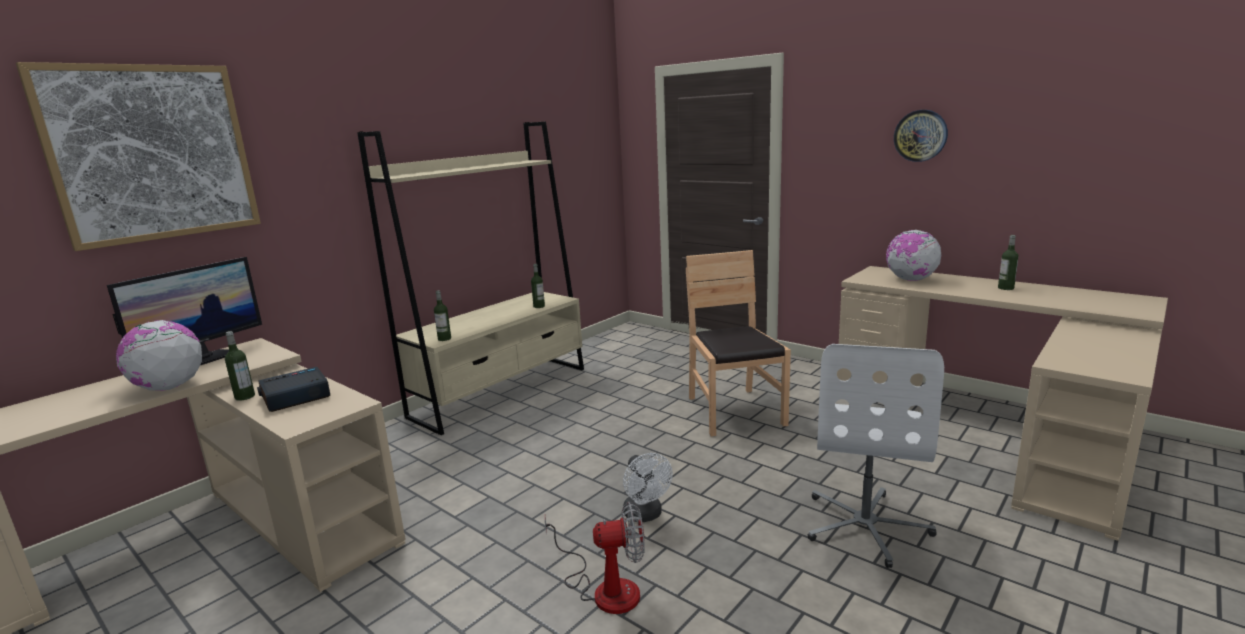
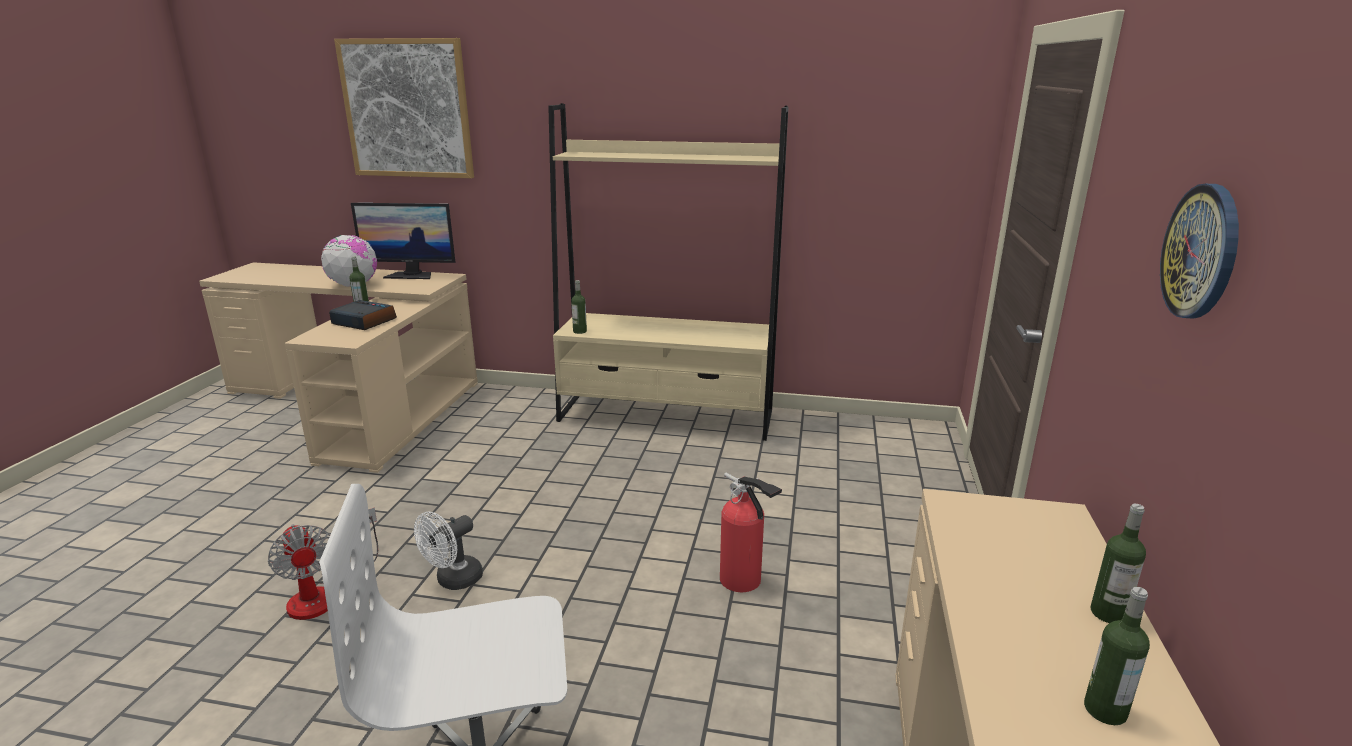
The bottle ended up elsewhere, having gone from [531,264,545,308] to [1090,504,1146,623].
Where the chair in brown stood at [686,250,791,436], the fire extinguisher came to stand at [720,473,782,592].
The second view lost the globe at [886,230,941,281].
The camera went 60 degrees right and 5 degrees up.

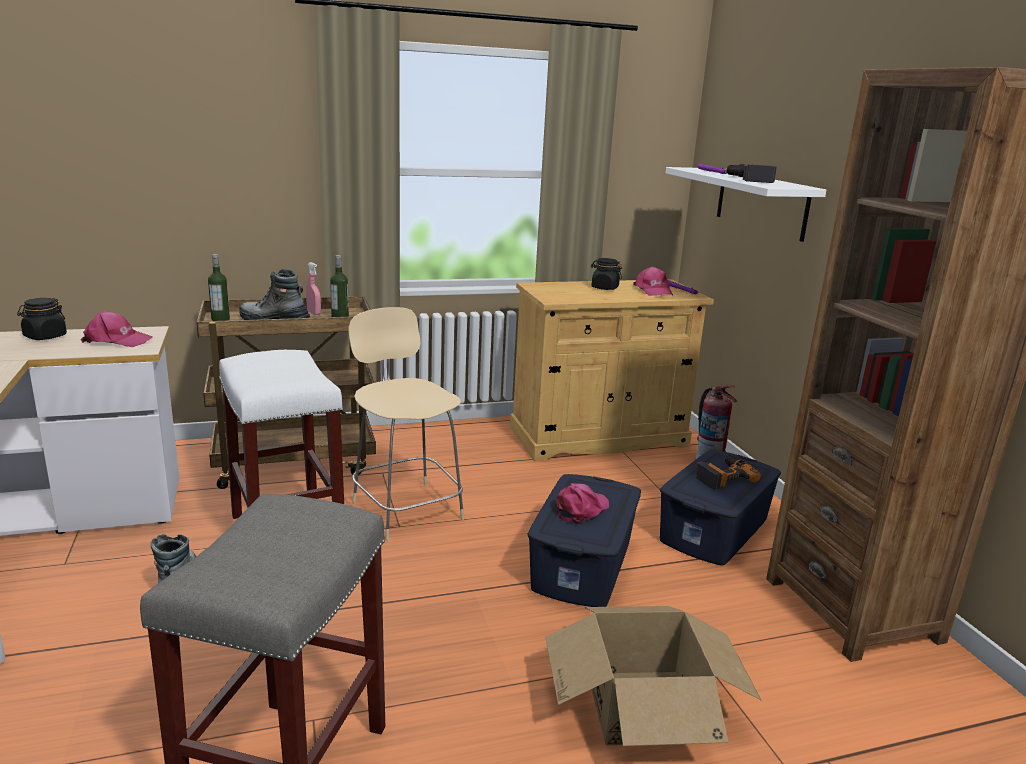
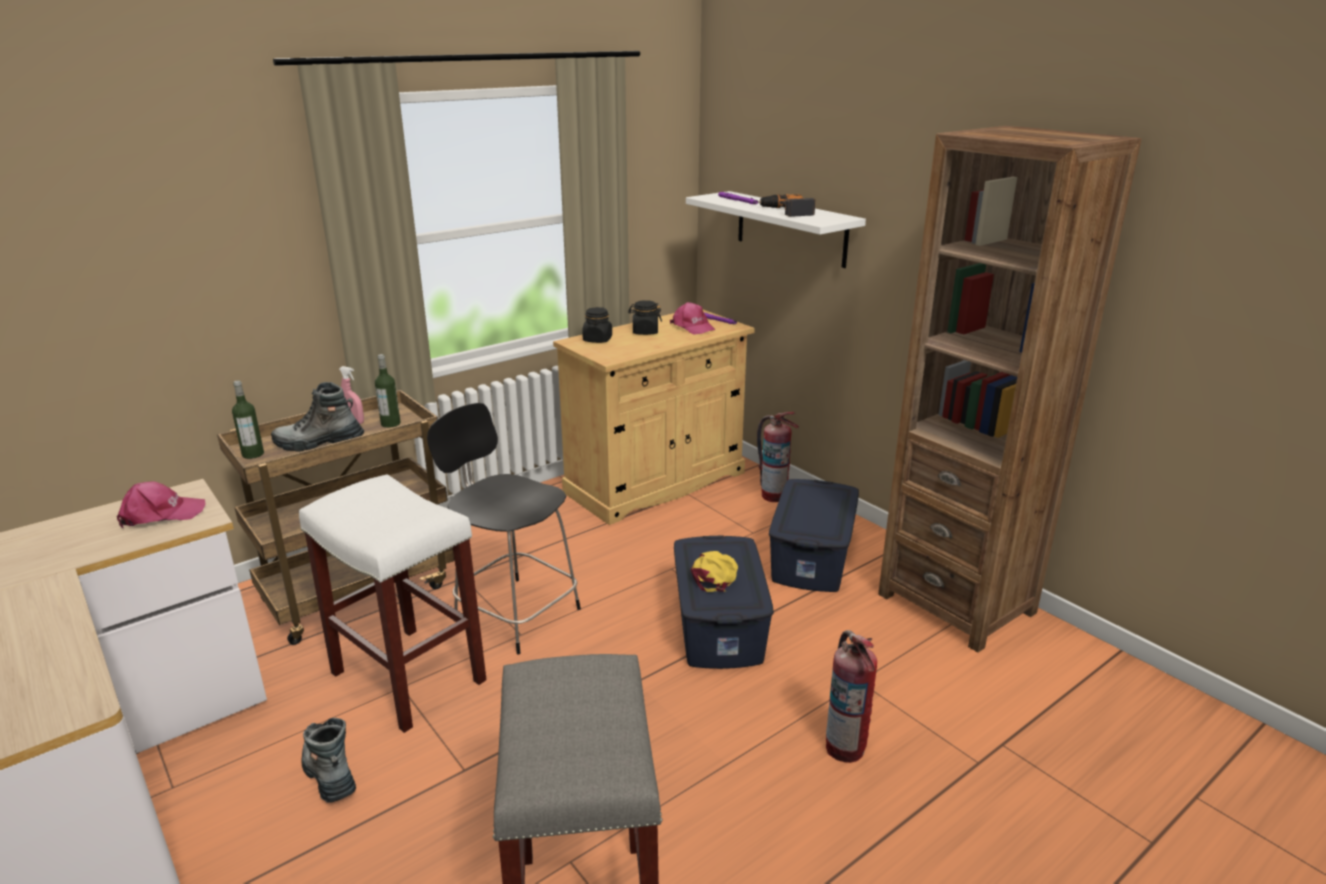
The jar in black ended up elsewhere, having gone from [17,298,67,340] to [582,307,612,343].
What was the stool in beige at [349,307,464,541] turned into the stool in black at [427,403,581,654].
Where the cardboard box stood at [545,606,761,746], the fire extinguisher came to stand at [826,630,877,763].
What was the cap in pink at [556,483,609,524] turned into the cap in yellow at [691,551,738,592].
The second view lost the power drill at [695,455,761,490].
The camera went 20 degrees left and 5 degrees up.

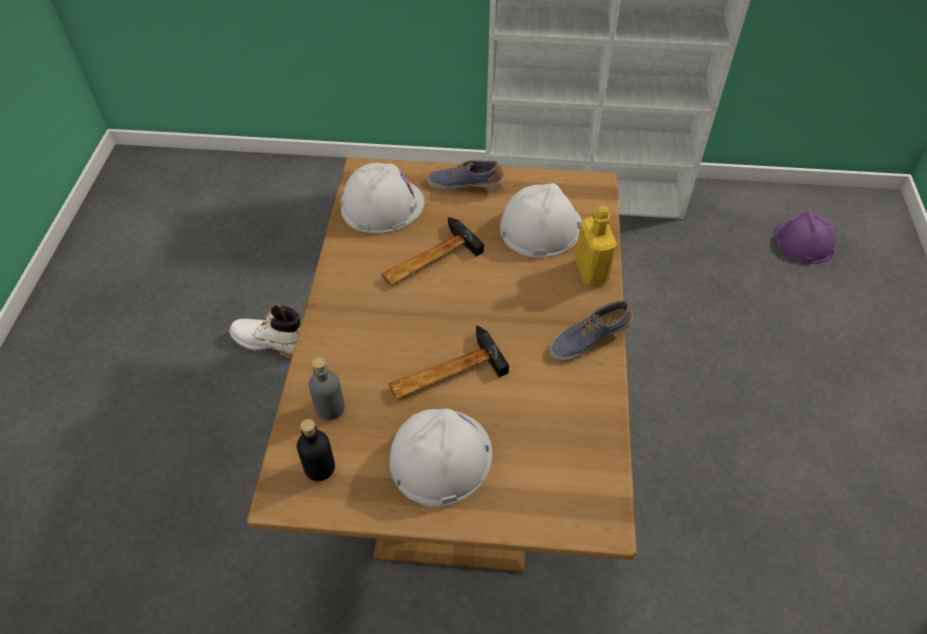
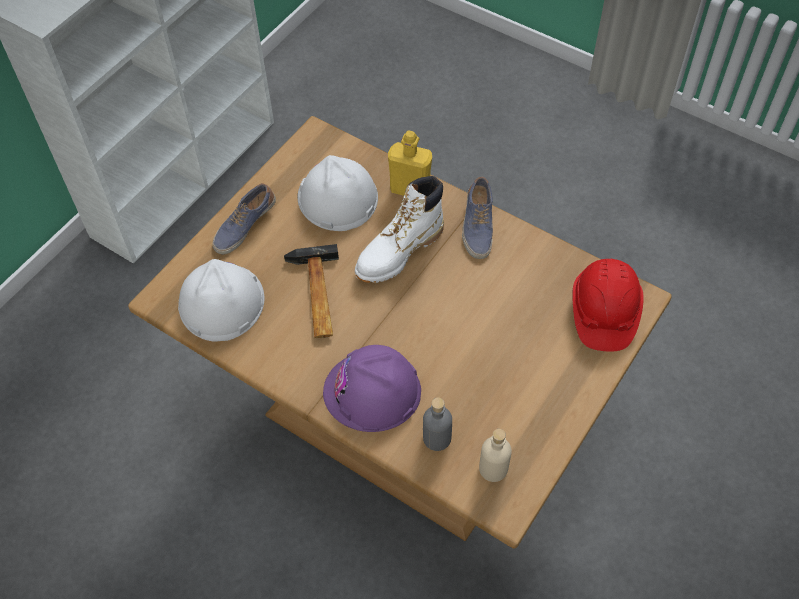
The boot in white ended up elsewhere, having gone from [229,305,301,358] to [355,176,444,283].
What was the bottle in black at [297,419,335,481] turned into the bottle in beige at [479,429,512,482].
The second view lost the hammer at [389,325,509,399].
The second view lost the hard hat in white at [390,408,492,507].
The hard hat in purple ended up elsewhere, having gone from [774,211,836,264] to [323,345,421,432].
The second view gained the hard hat in red at [572,259,644,352].
The camera went 60 degrees left and 5 degrees up.

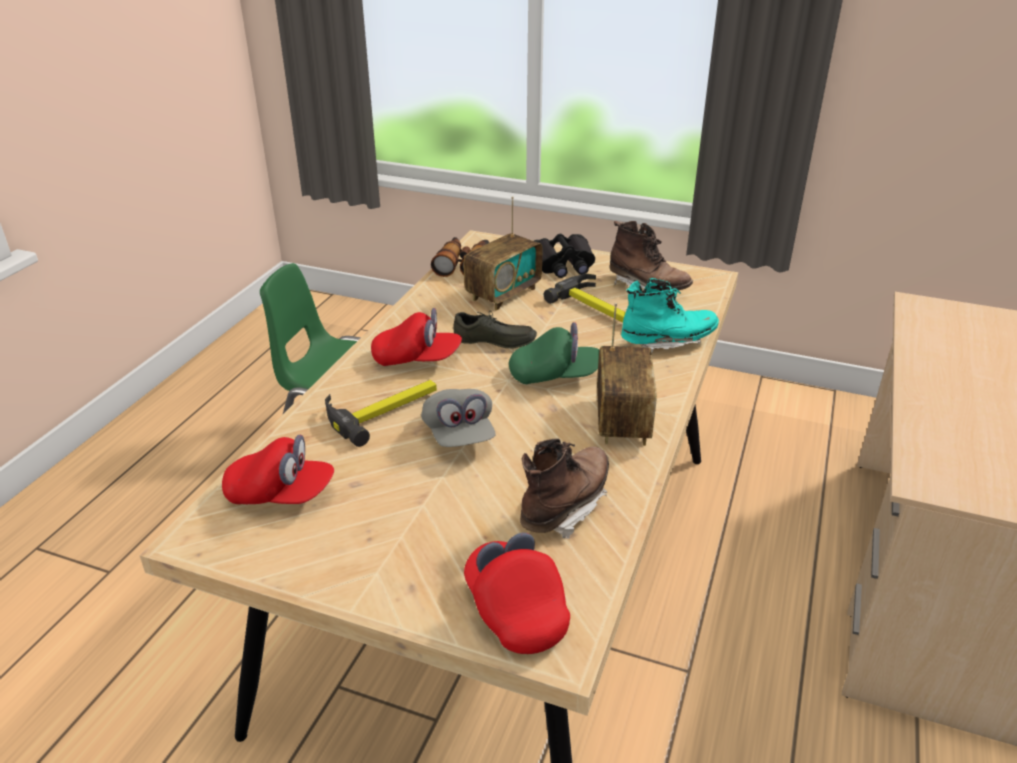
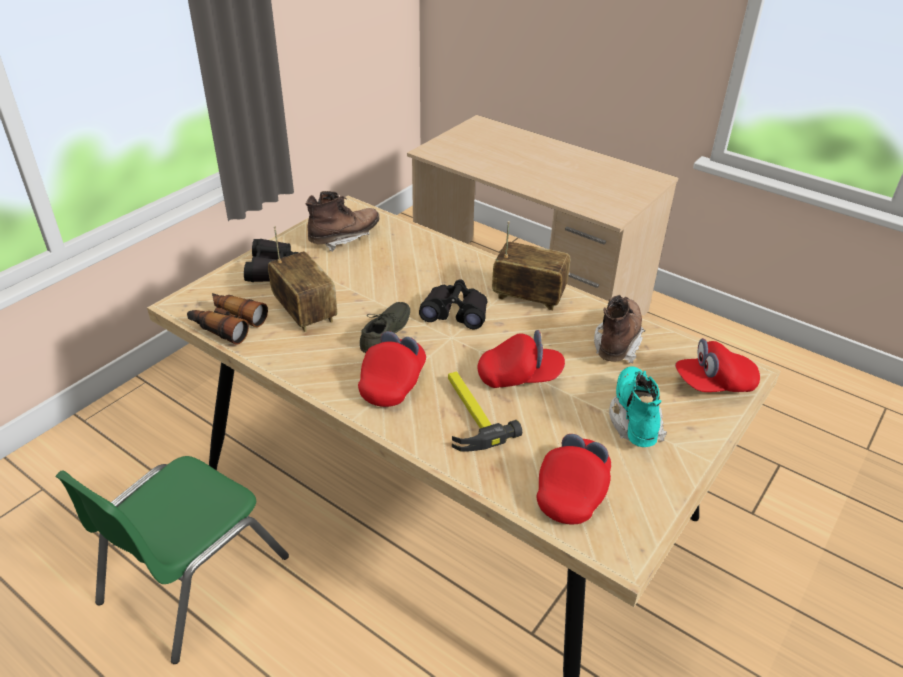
What was the cap in grey at [421,389,496,447] turned into the cap in red at [477,330,565,388].
Where the cap in green stood at [509,322,600,384], the binoculars in black came to stand at [419,279,487,329].
The boot in brown at [520,438,609,539] ended up facing another way, 60 degrees clockwise from before.
The second view lost the hammer at [544,274,626,323].
The boot in turquoise ended up elsewhere, having gone from [621,278,719,353] to [609,366,667,447].
The camera went 75 degrees left and 5 degrees up.

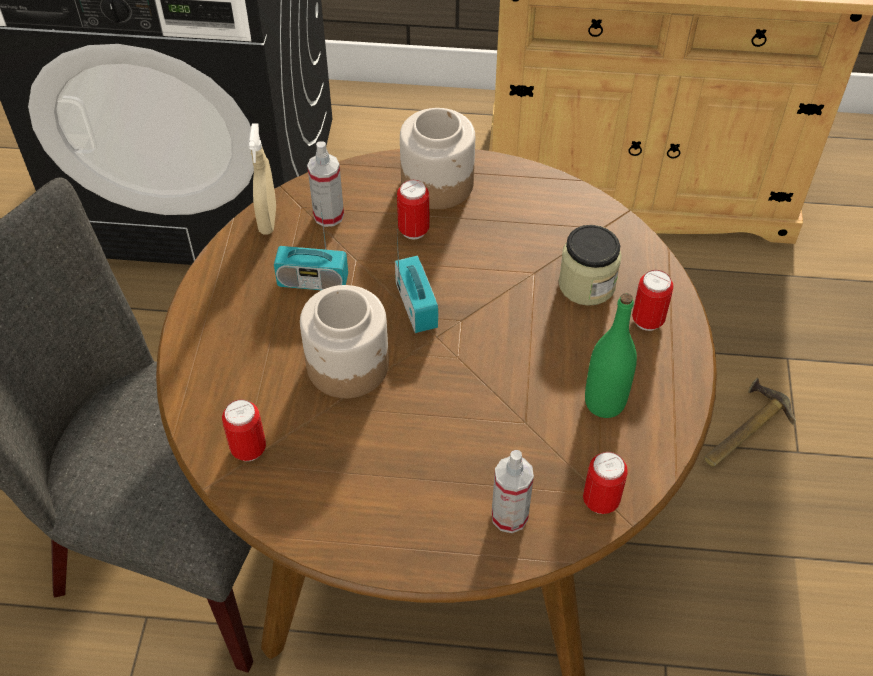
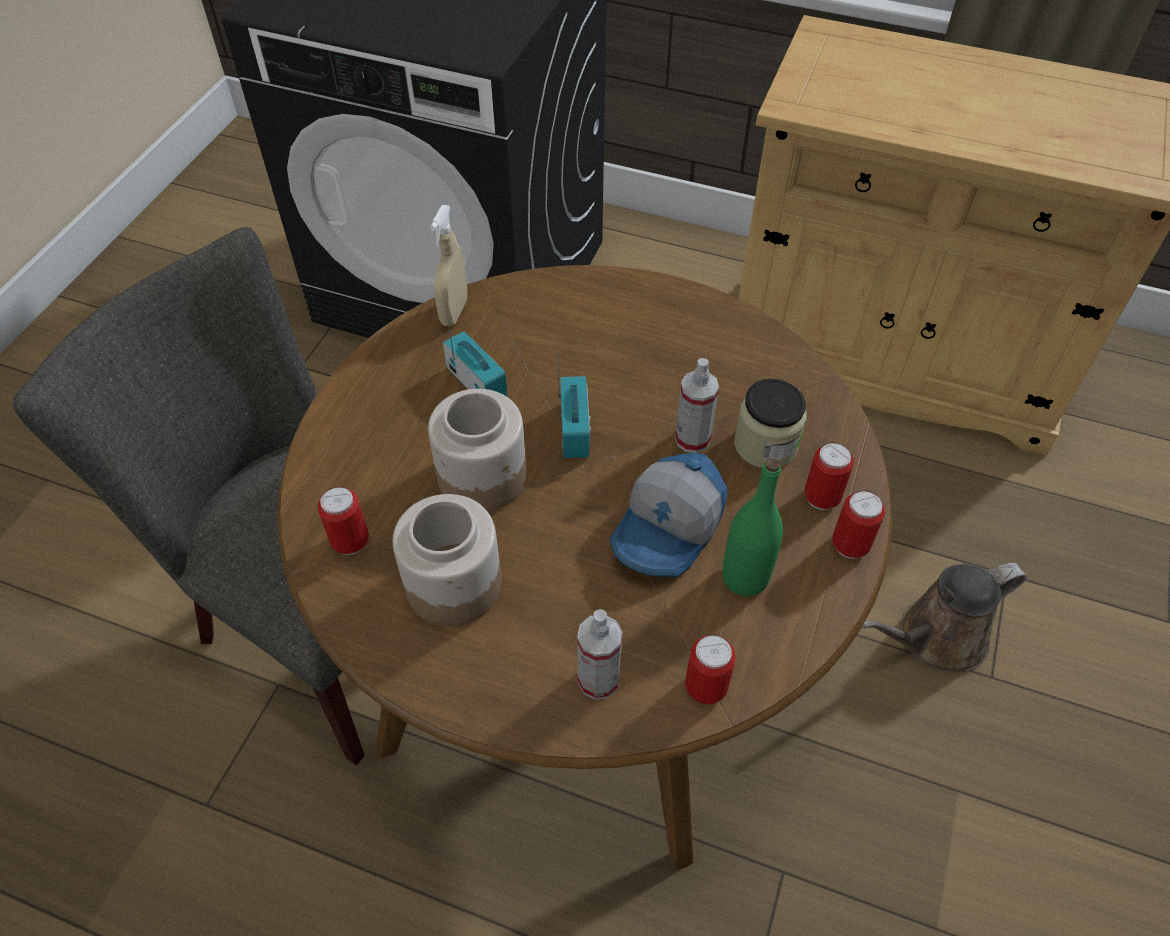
The radio at [274,202,348,290] ended up facing another way, 150 degrees counterclockwise from before.
The spray bottle ended up elsewhere, having gone from [307,141,344,227] to [675,358,719,453].
The can ended up elsewhere, having gone from [397,180,429,239] to [832,490,885,559].
The jar ended up elsewhere, having gone from [400,108,475,209] to [393,494,502,626].
Where the hammer stood at [704,378,796,467], the watering can in brown came to stand at [862,563,1027,673].
The second view gained the cap at [609,453,727,577].
The camera went 15 degrees right and 0 degrees up.

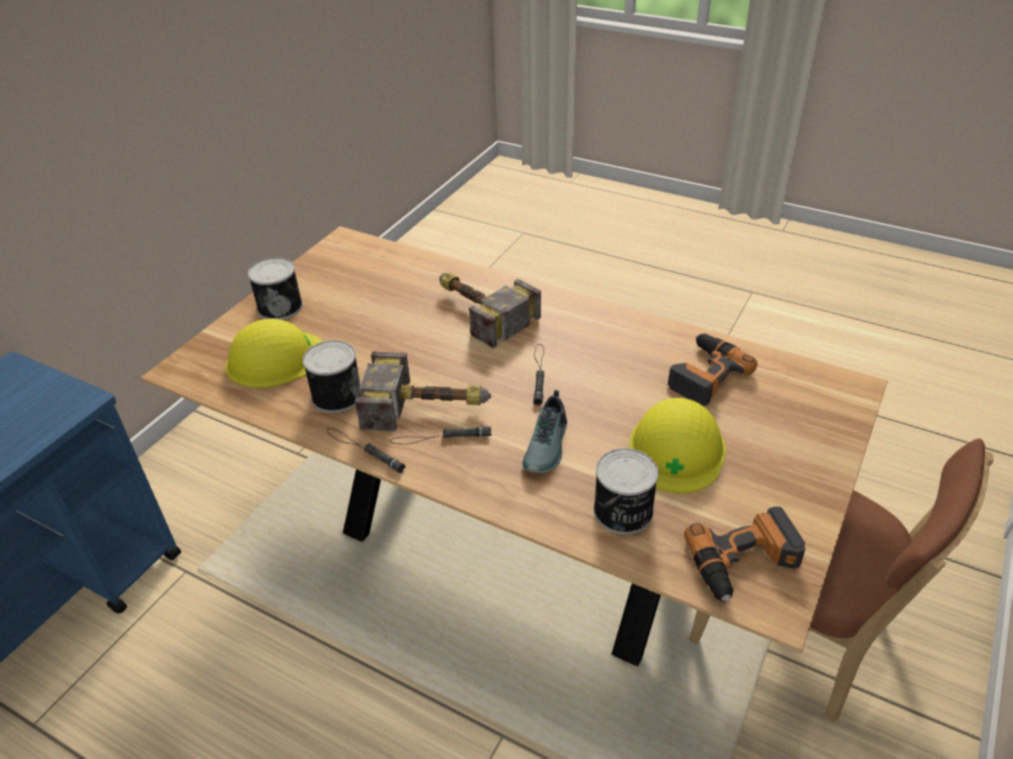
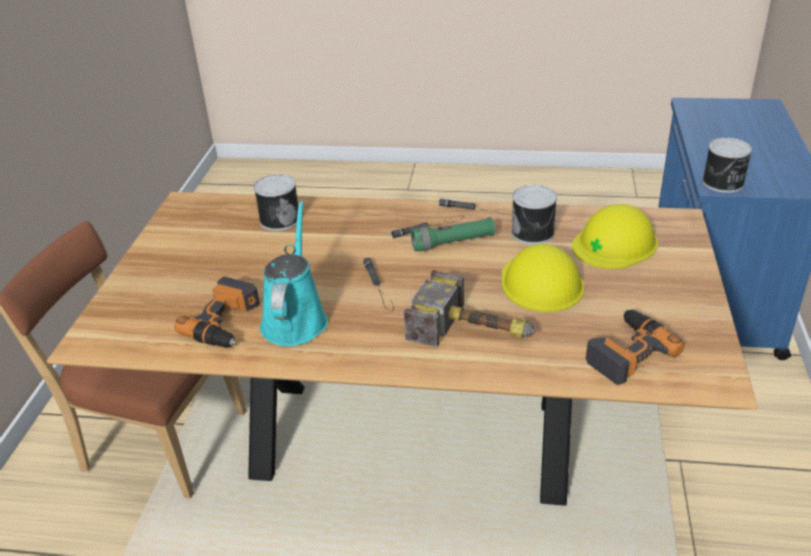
The can ended up elsewhere, having gone from [248,258,303,320] to [702,138,752,193].
Where the hammer stood at [355,352,491,432], the flashlight in green came to stand at [411,217,495,251].
The second view lost the shoe at [522,390,567,473].
The hard hat in yellow ended up elsewhere, having gone from [630,398,726,494] to [502,244,584,312].
The power drill ended up elsewhere, having gone from [684,507,805,603] to [586,310,684,385].
The second view gained the watering can in turquoise at [260,201,328,346].
The camera went 160 degrees right and 5 degrees down.

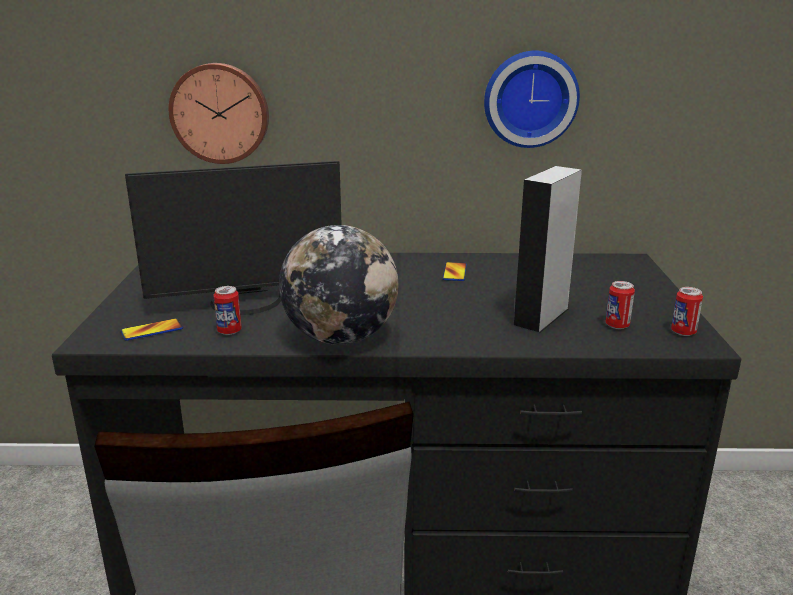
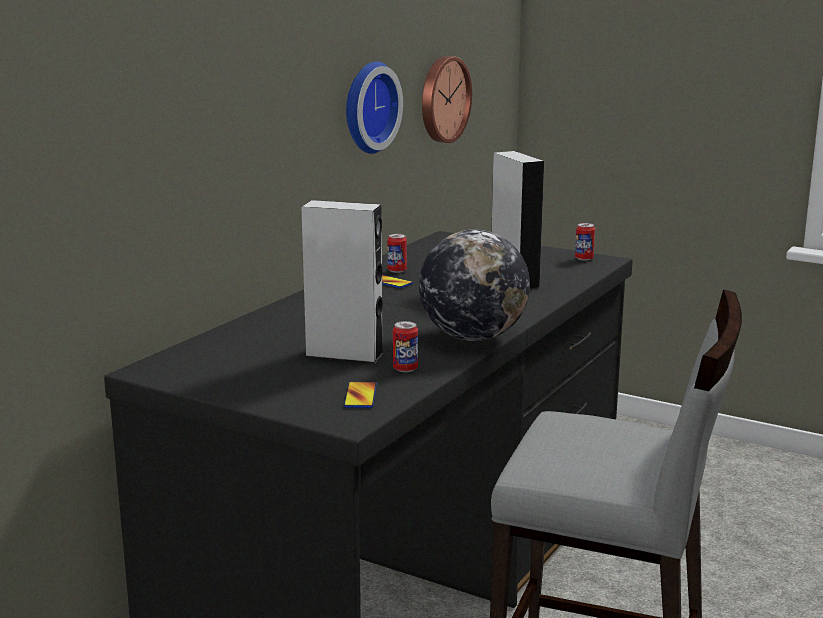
Where the monitor stood at [125,161,342,315], the speaker in grey came to stand at [301,200,384,363].
The wall clock ended up elsewhere, having gone from [169,63,269,164] to [422,56,472,143].
The can ended up elsewhere, having gone from [605,281,635,329] to [387,234,407,273].
The camera went 60 degrees left and 5 degrees down.

